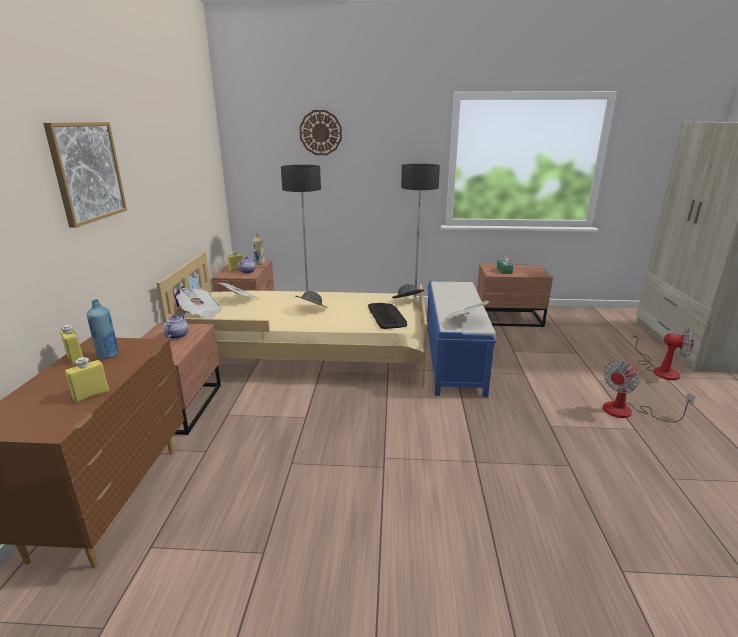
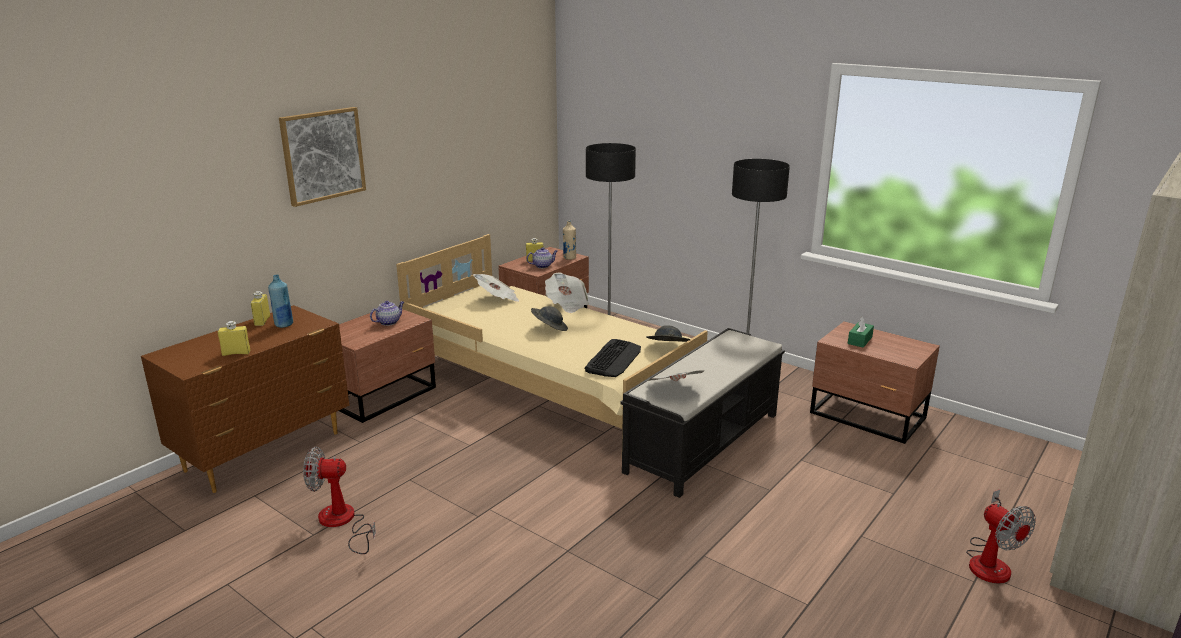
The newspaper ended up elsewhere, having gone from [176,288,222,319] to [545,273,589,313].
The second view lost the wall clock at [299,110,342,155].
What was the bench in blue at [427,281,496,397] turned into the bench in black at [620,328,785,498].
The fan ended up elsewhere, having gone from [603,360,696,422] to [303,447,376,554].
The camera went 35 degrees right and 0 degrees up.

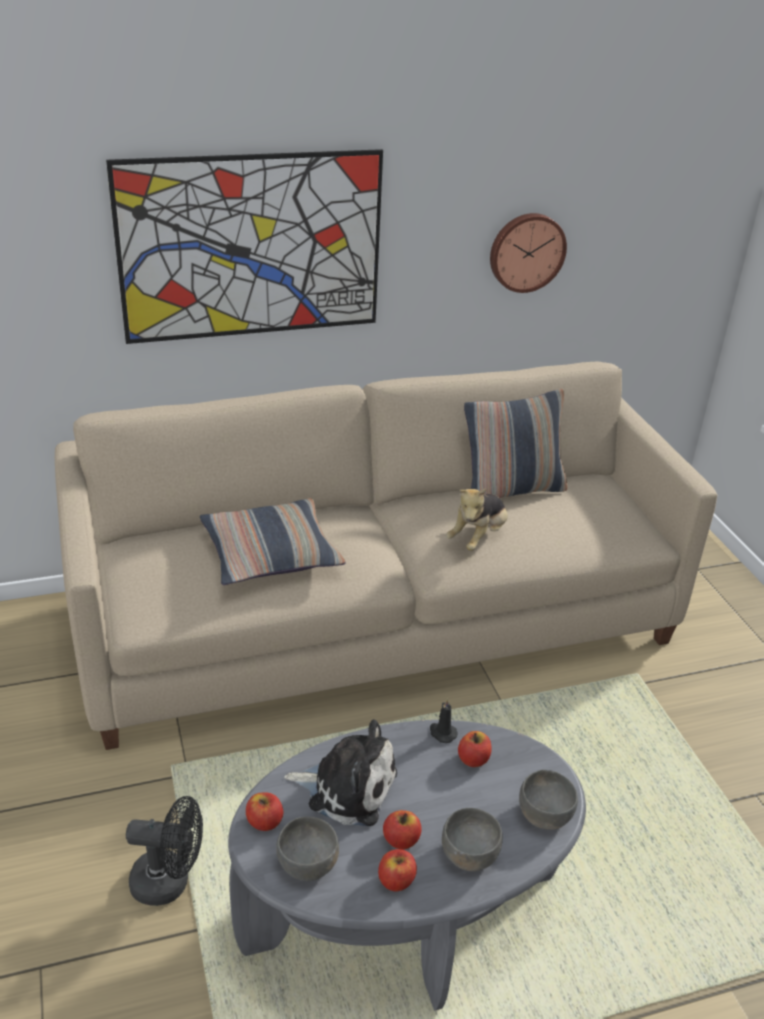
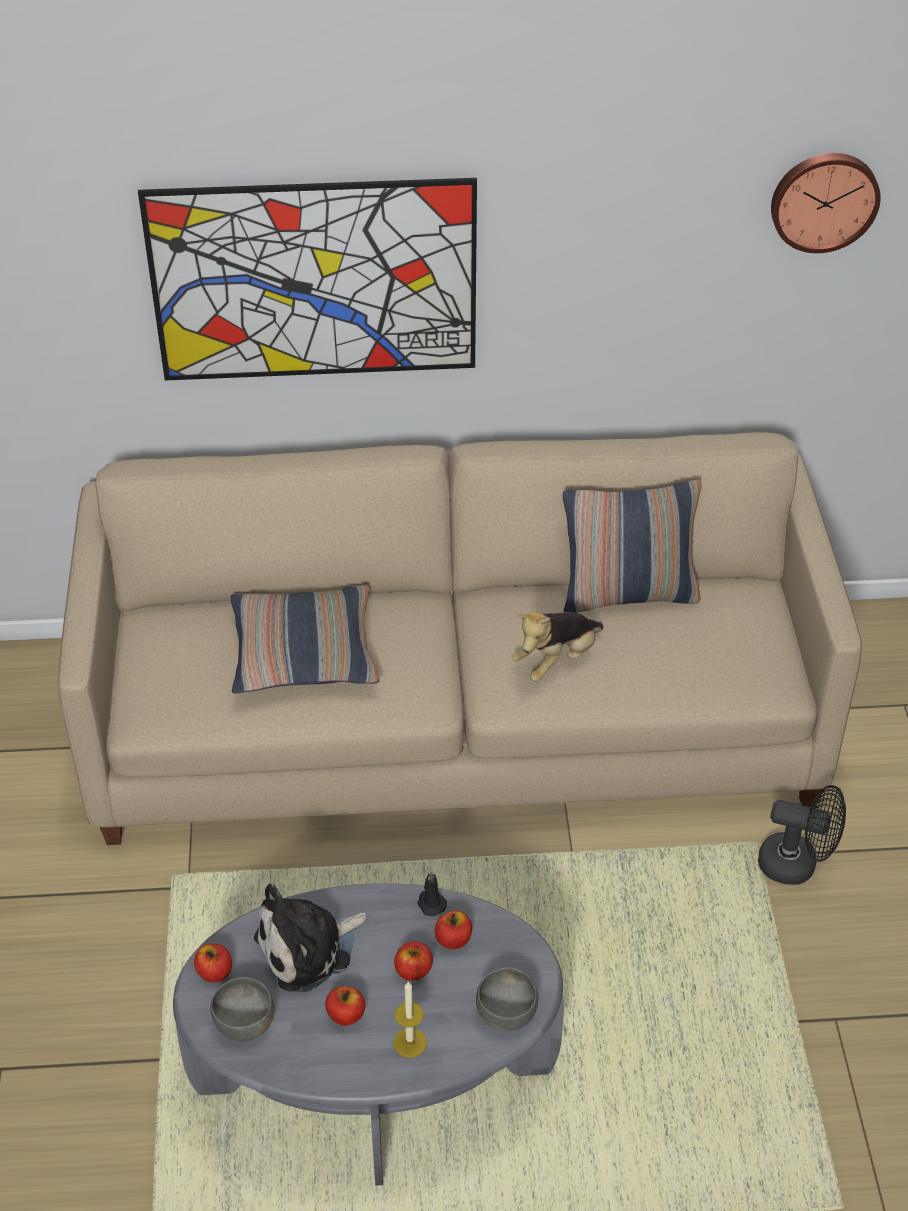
The fan in black ended up elsewhere, having gone from [126,796,203,906] to [758,785,846,885].
The plush toy at [284,719,397,826] ended up facing another way, 120 degrees clockwise from before.
The apple ended up elsewhere, having gone from [378,849,417,891] to [394,941,433,981].
Where the bowl in grey stood at [442,808,503,871], the candle came to stand at [394,982,427,1058].
The wall clock ended up elsewhere, having gone from [490,213,567,293] to [771,153,880,253].
The camera went 15 degrees right and 10 degrees up.

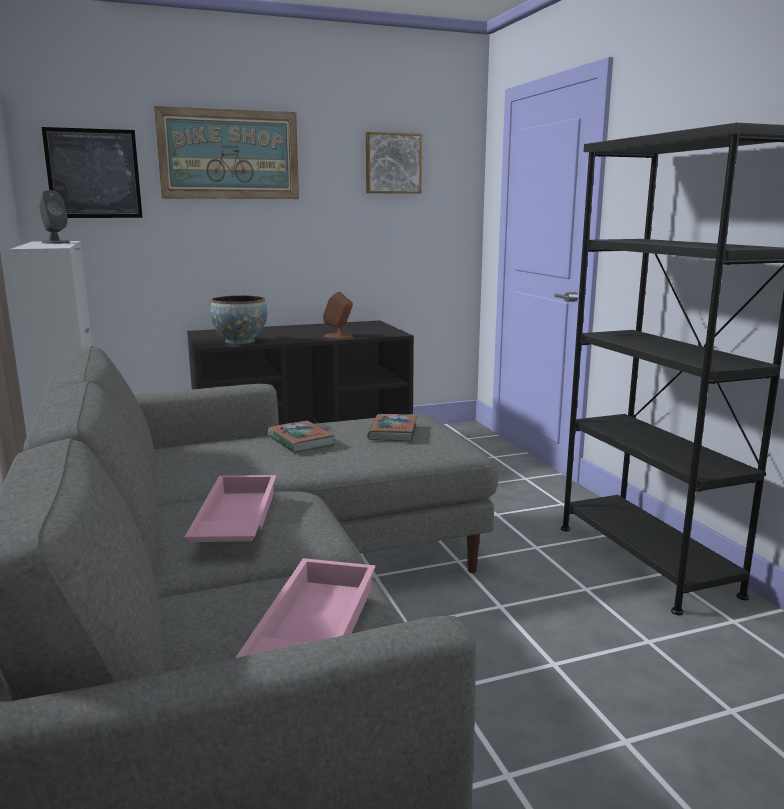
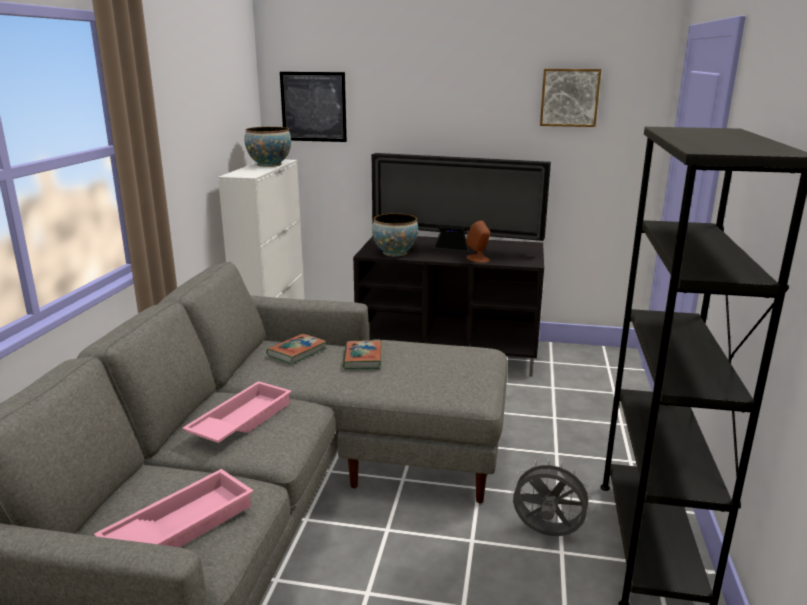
Where the speaker in grey stood at [39,190,70,244], the bowl came to stand at [244,127,291,167].
The second view lost the picture at [154,106,299,199].
The book ended up elsewhere, having gone from [367,414,417,441] to [266,334,327,364].
The second view gained the television at [372,153,551,252].
The second view gained the fan in grey at [511,459,594,536].
The camera went 30 degrees right and 5 degrees up.

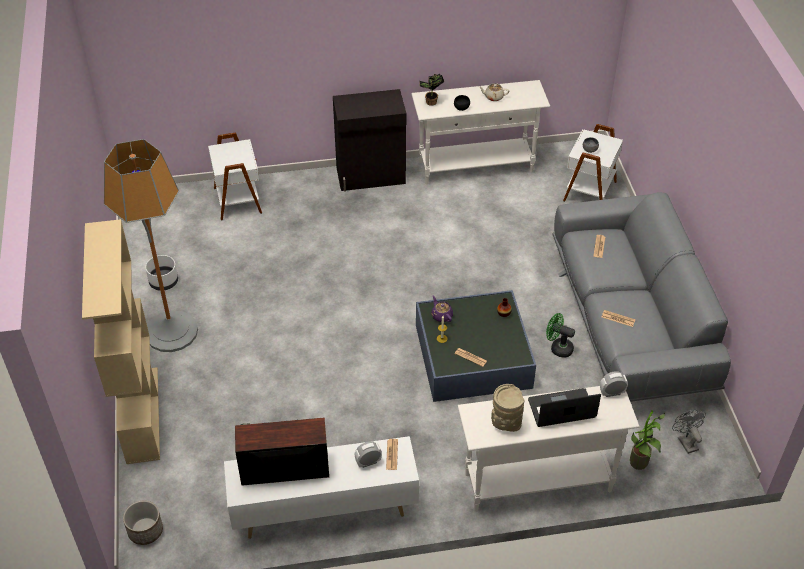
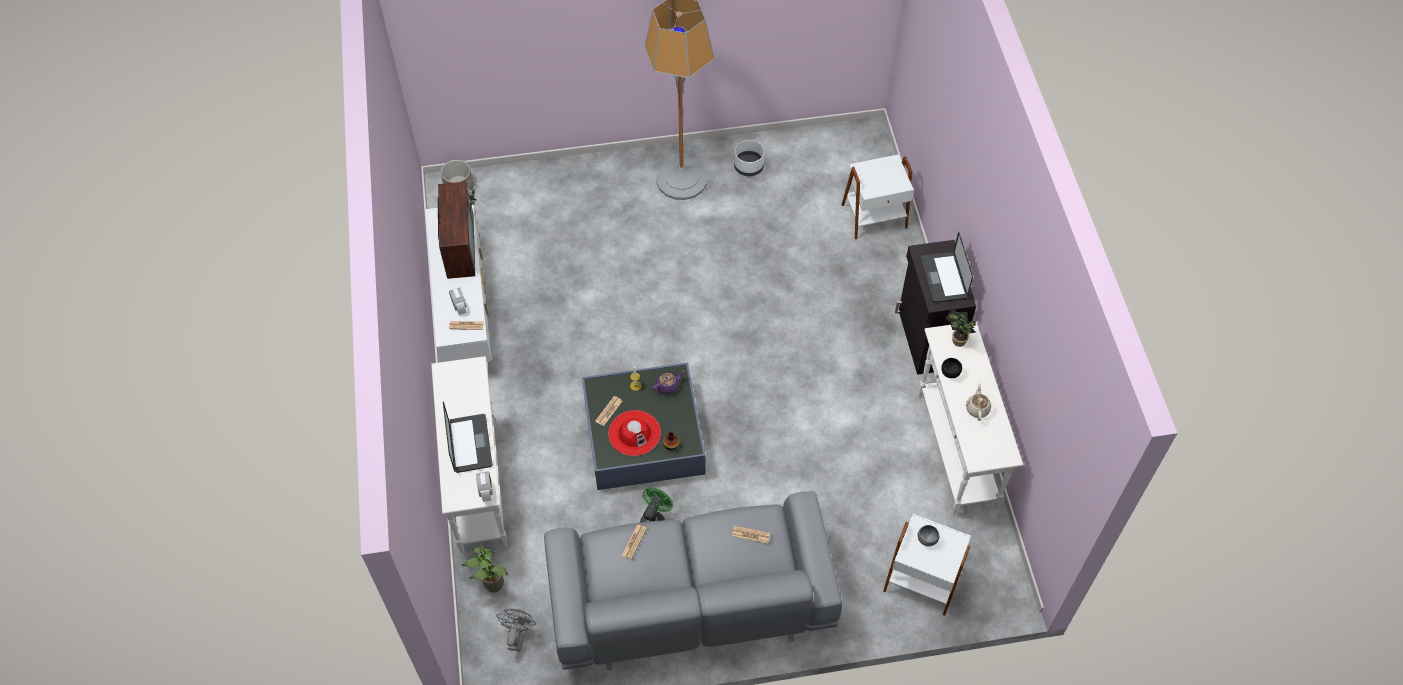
The second view lost the bookcase in beige at [82,219,160,464].
The second view lost the vase in beige at [491,384,524,432].
The fan in grey at [672,409,706,454] ended up facing another way, 60 degrees counterclockwise from before.
The second view gained the hat in red at [609,410,661,456].
The second view gained the laptop at [920,232,973,303].
The camera went 90 degrees right and 10 degrees up.

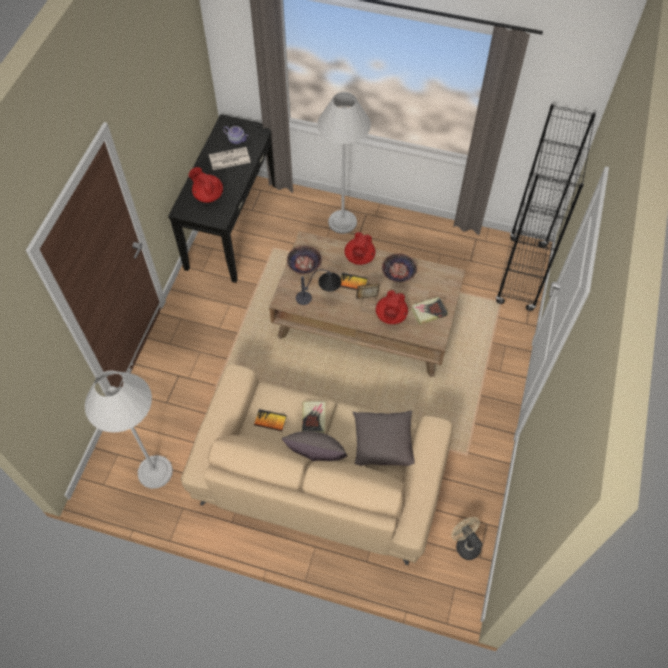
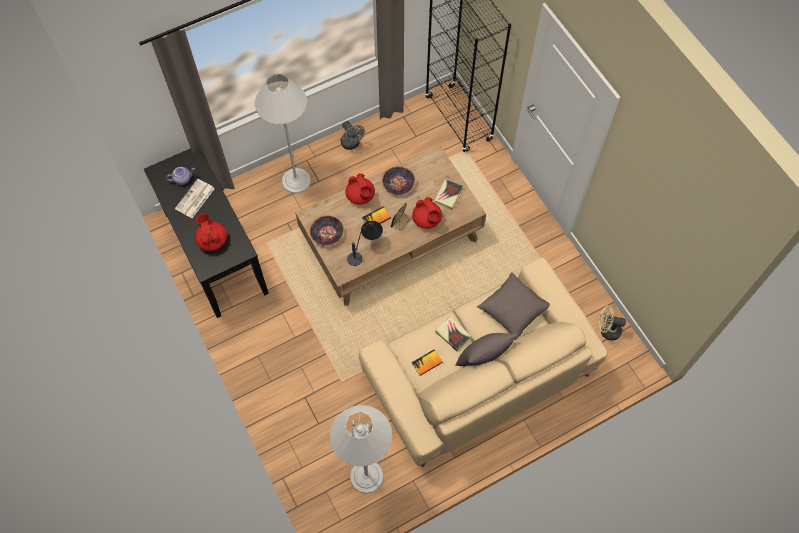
The teapot in red at [189,167,223,203] ended up facing another way, 75 degrees clockwise from before.
The second view gained the fan in grey at [341,121,365,150].
The camera went 45 degrees left and 5 degrees up.

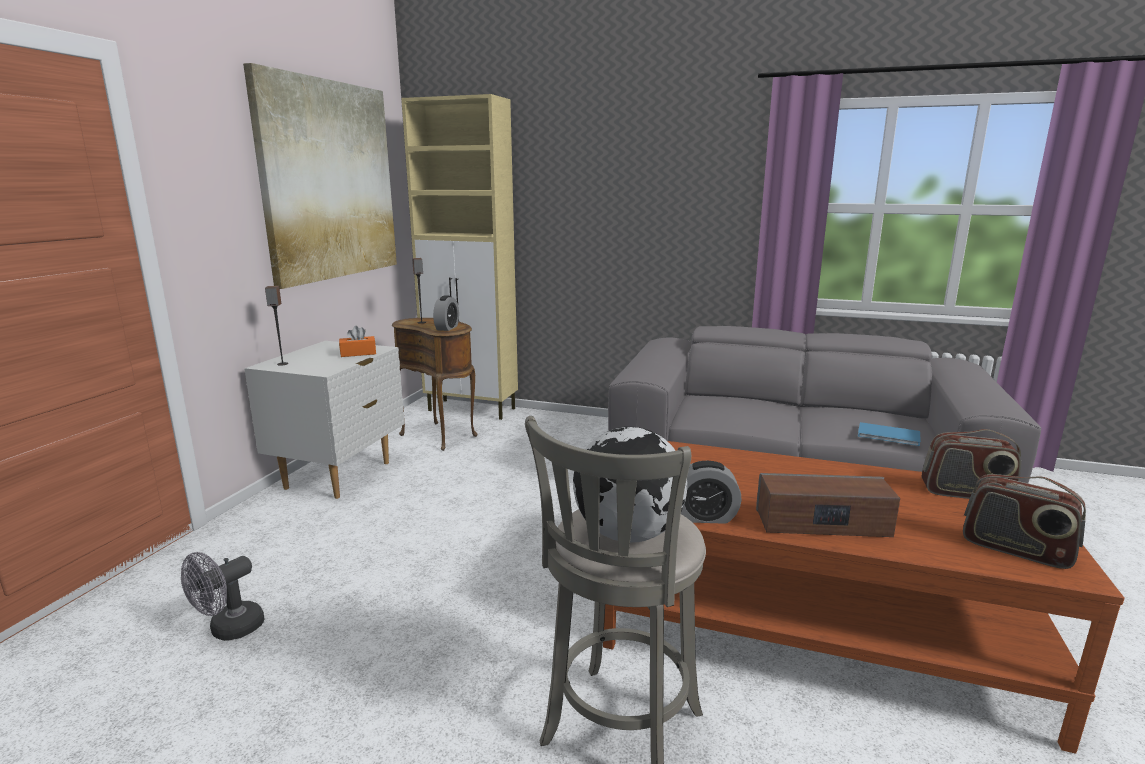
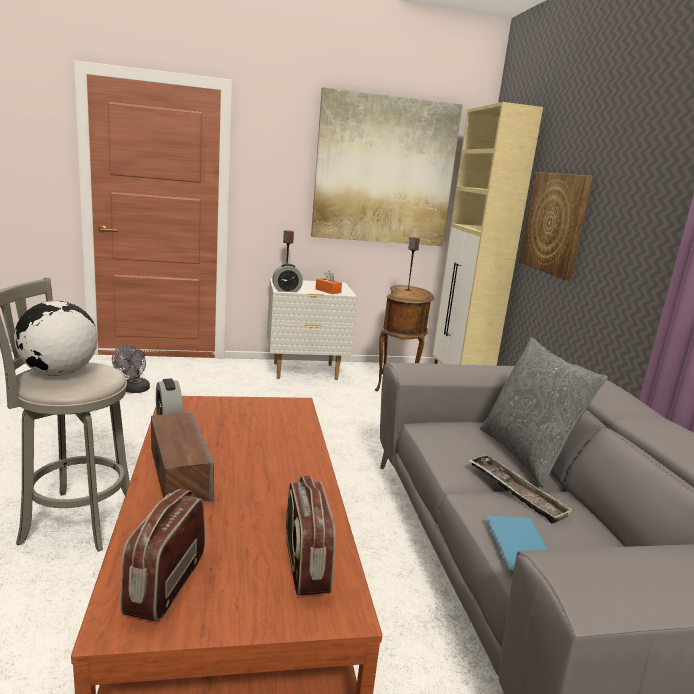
The fan in grey at [181,552,264,641] ended up facing another way, 90 degrees counterclockwise from before.
The alarm clock ended up elsewhere, having gone from [433,295,459,331] to [272,264,303,292].
The second view gained the tray at [468,454,574,523].
The second view gained the pillow in grey at [480,337,608,487].
The second view gained the picture at [519,172,593,281].
The camera went 60 degrees right and 0 degrees up.

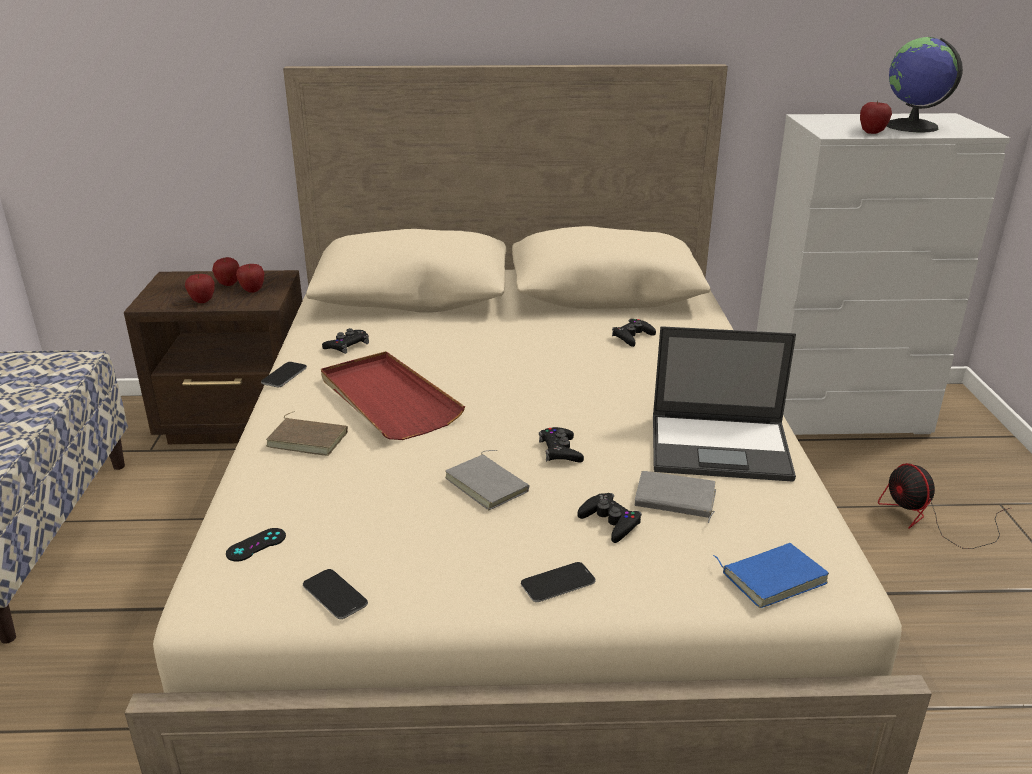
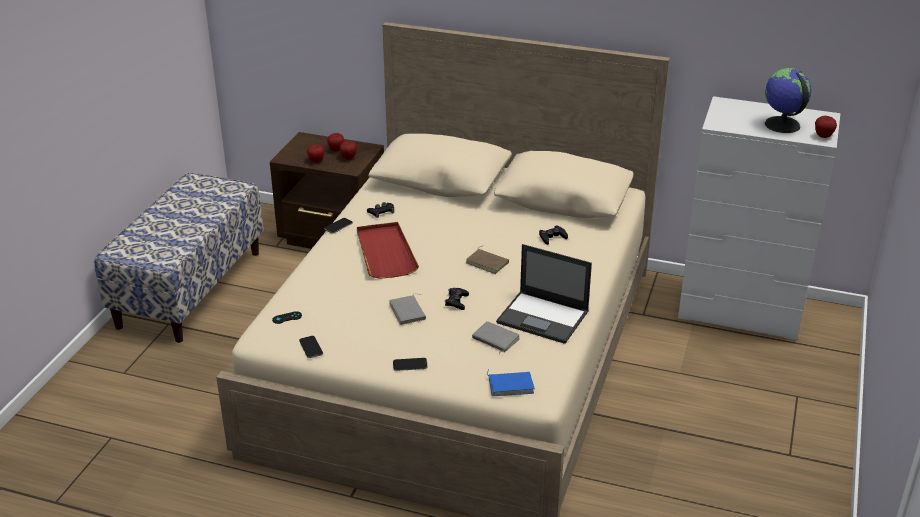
The book in brown ended up elsewhere, having gone from [266,412,348,456] to [465,246,509,274].
The second view lost the game controller in black at [577,493,642,543].
The apple ended up elsewhere, having gone from [860,101,892,134] to [815,116,837,138].
The second view lost the fan at [878,463,1010,549].
The camera went 20 degrees right and 5 degrees up.

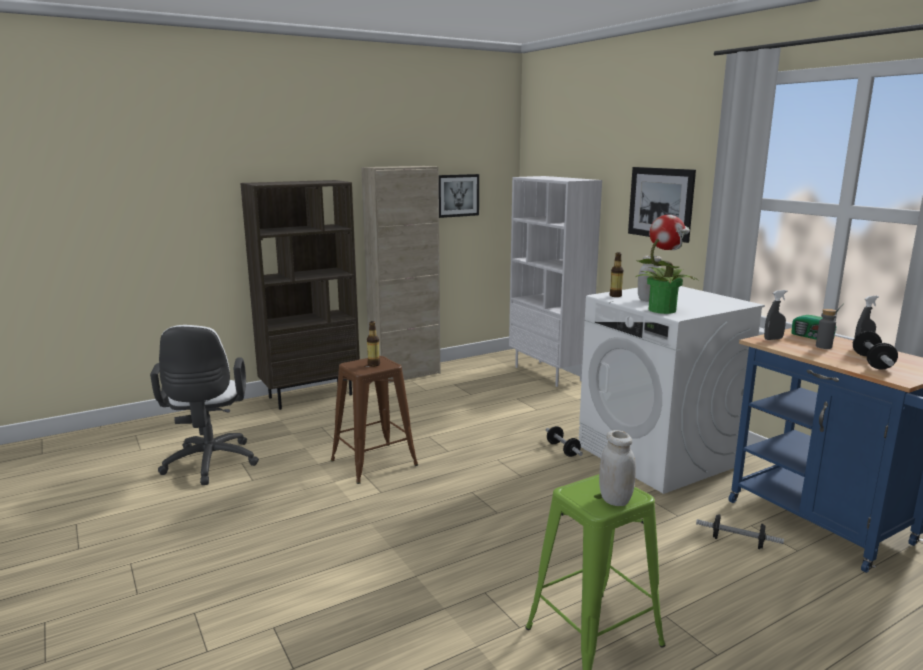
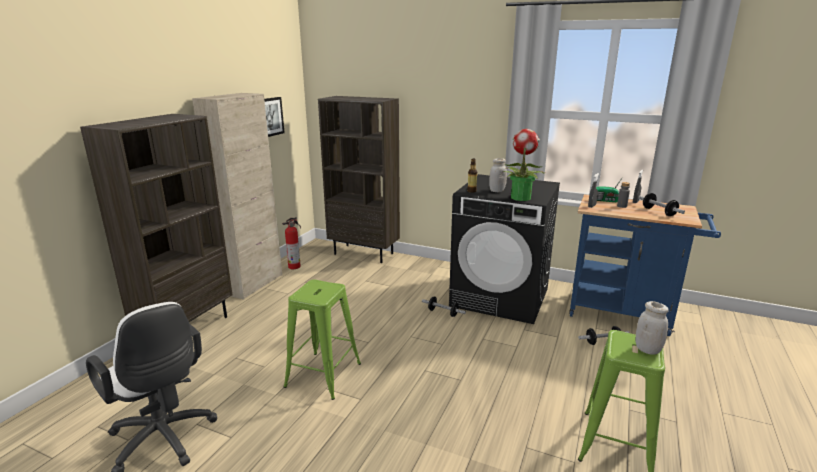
What was the stool in brown at [331,356,418,484] turned into the stool in green at [283,280,361,400].
The second view lost the bottle at [367,321,380,367].
What was the bookcase in white at [509,176,602,387] turned into the bookcase in brown at [318,96,400,263].
What was the washing machine in white at [579,286,765,494] turned into the washing machine in black at [449,174,560,324].
The second view lost the picture at [628,167,696,243].
The second view gained the fire extinguisher at [282,217,301,269].
The camera went 35 degrees left and 5 degrees up.

